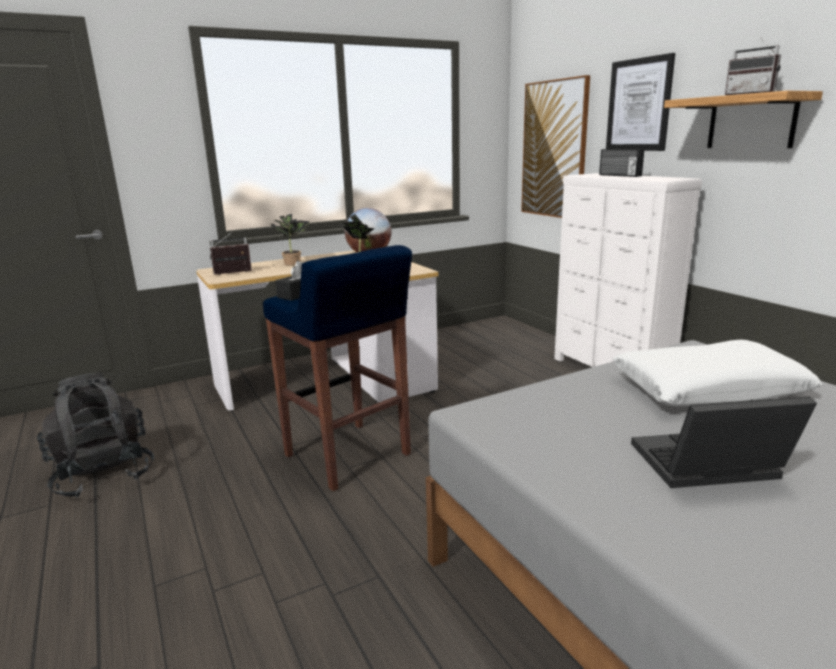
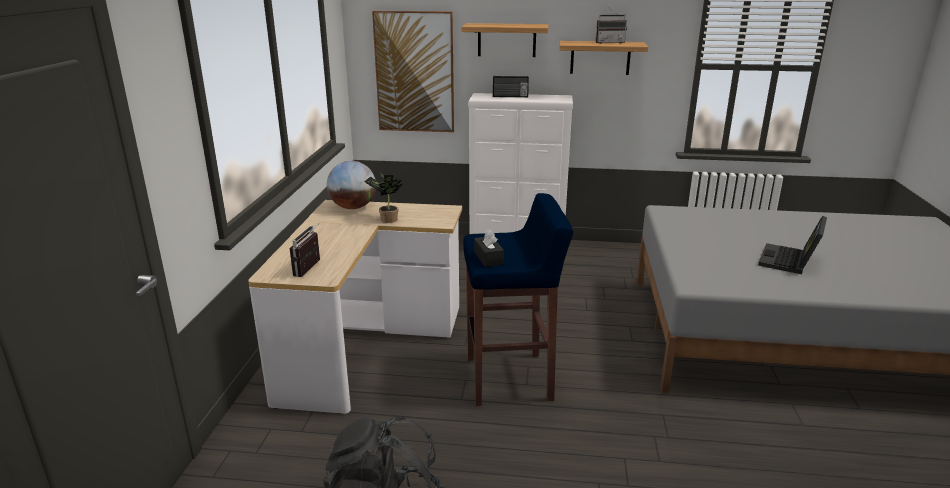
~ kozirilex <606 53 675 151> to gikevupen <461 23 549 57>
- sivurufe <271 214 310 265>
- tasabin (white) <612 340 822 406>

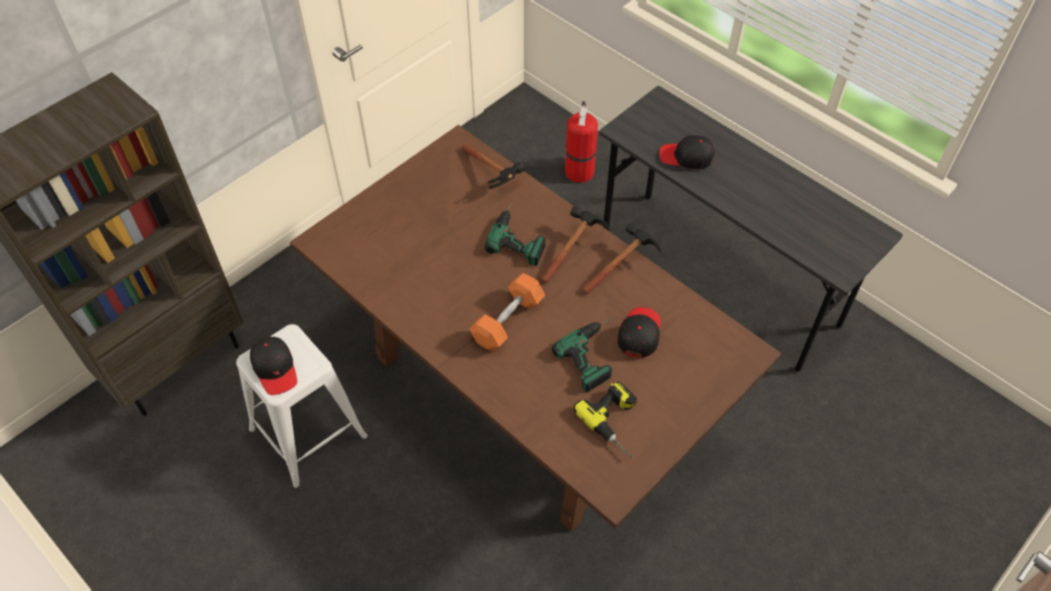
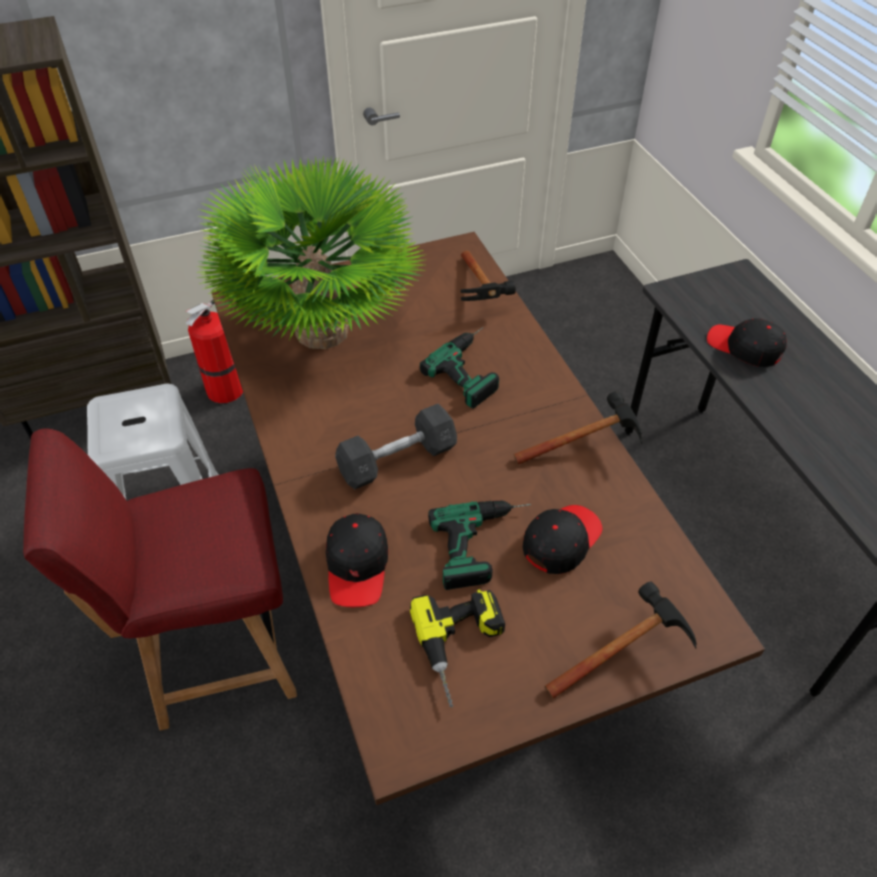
+ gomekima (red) <23 429 297 731>
~ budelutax <565 101 598 183> to <186 300 243 403>
+ sivurufe <195 155 423 349>
~ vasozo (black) <250 337 297 395> to <326 513 388 607>
~ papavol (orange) <470 273 545 351> to papavol (grey) <335 404 457 489>
~ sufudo <541 206 610 283> to <545 581 697 699>

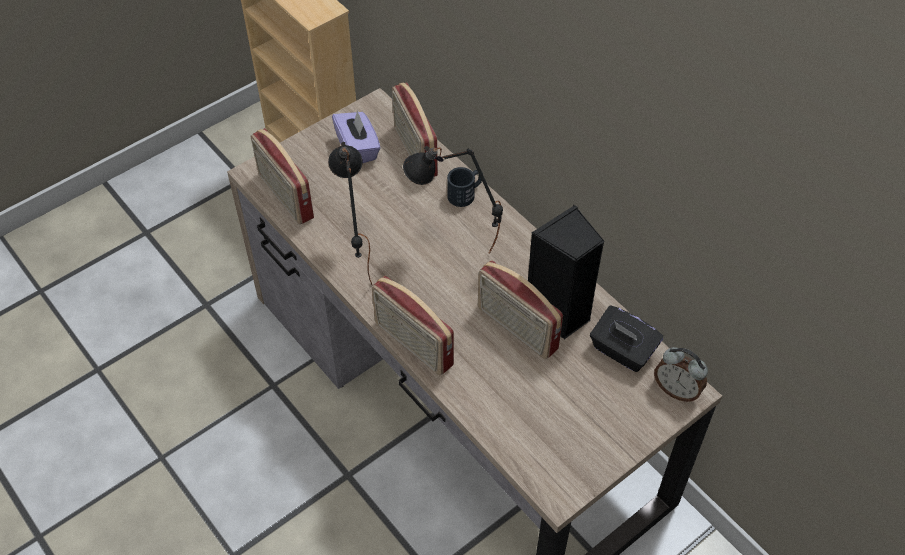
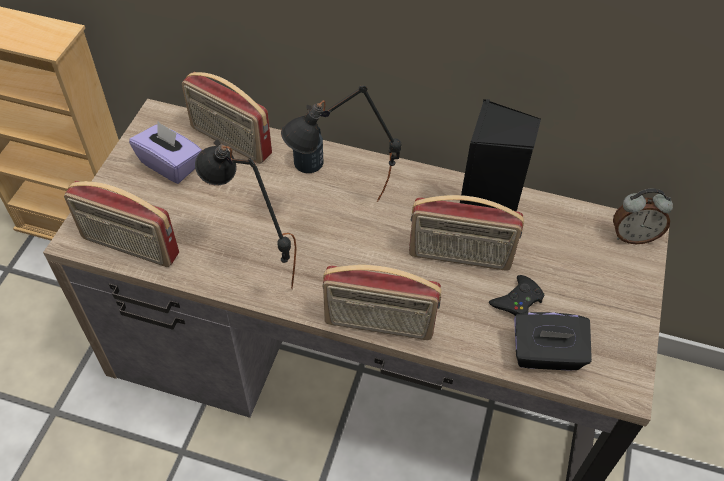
+ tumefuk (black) <489 275 544 316>
~ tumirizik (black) <590 306 663 372> to <514 312 592 371>

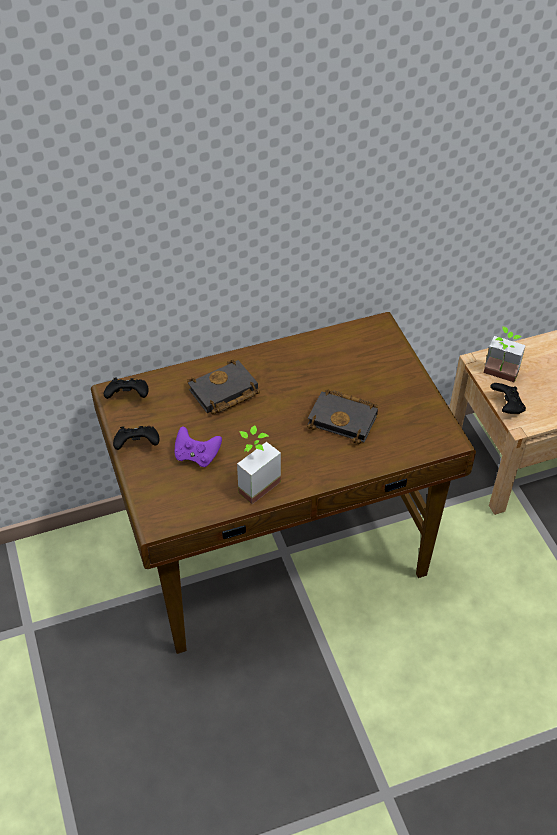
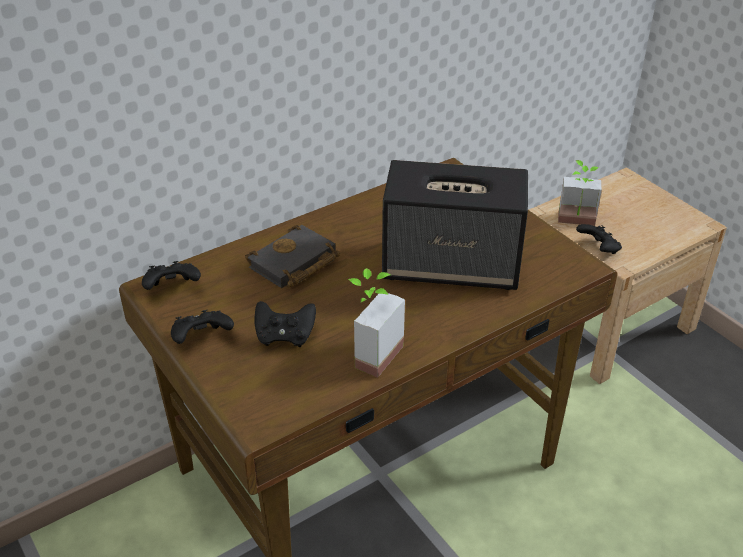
~ tumefuk (purple) <175 427 222 467> to tumefuk (black) <254 301 316 347>
~ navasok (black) <307 389 378 444> to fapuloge <382 160 528 290>

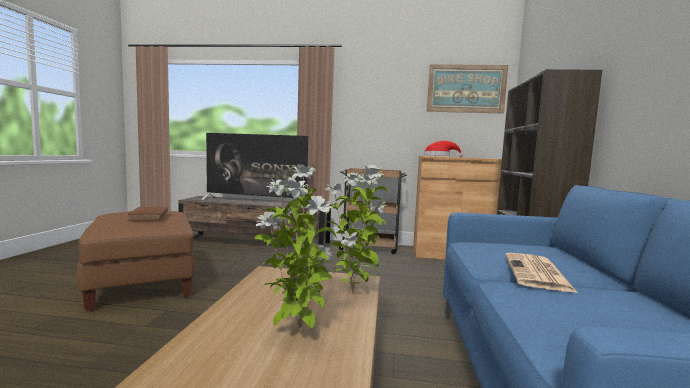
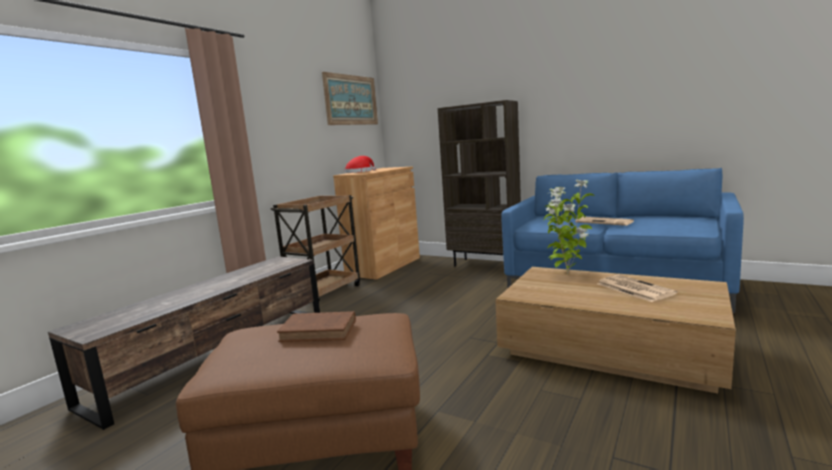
~ sivurufe <255 164 336 333> to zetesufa <597 275 677 302>
- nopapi <201 133 310 207>

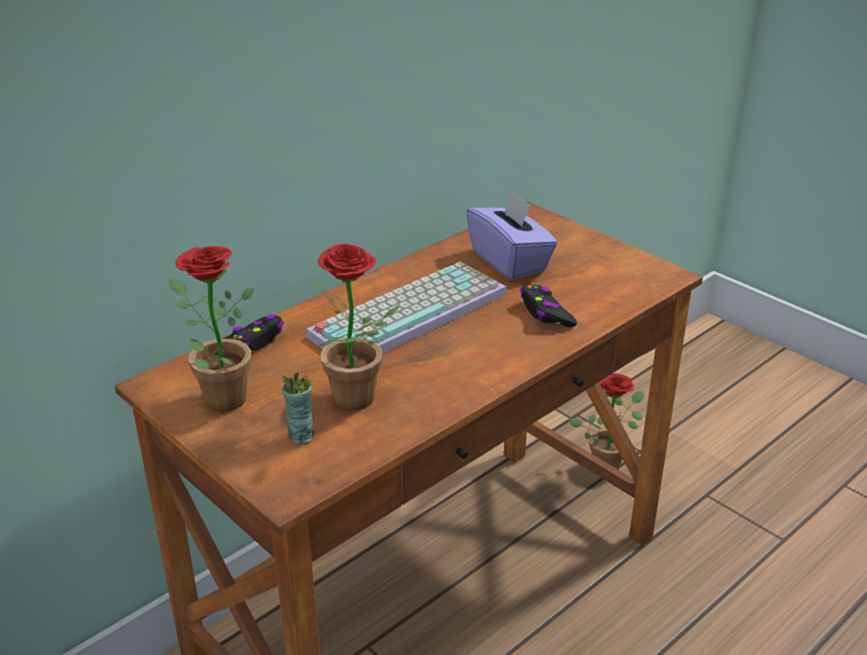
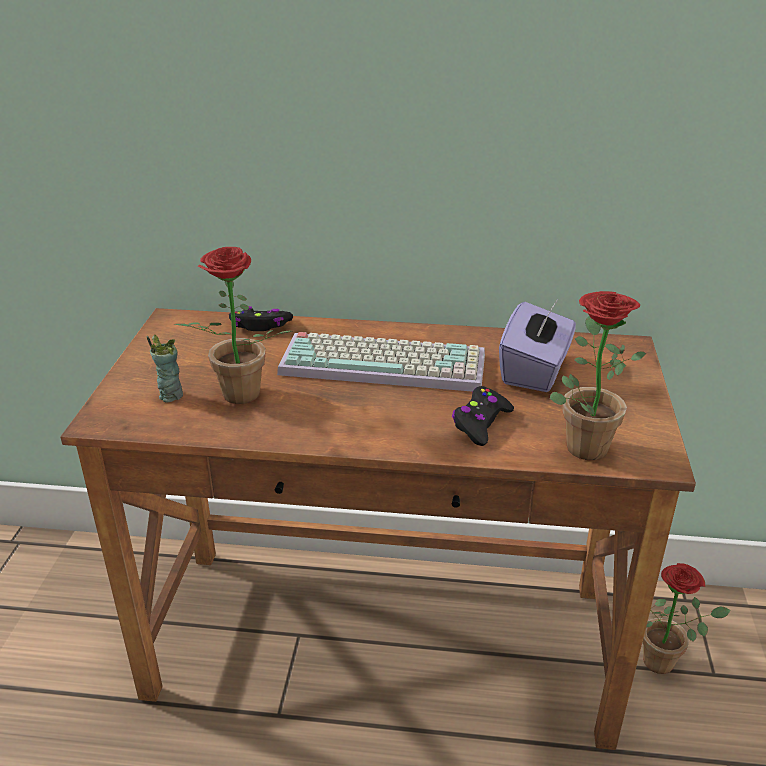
~ sivurufe <169 246 254 412> to <550 291 646 460>

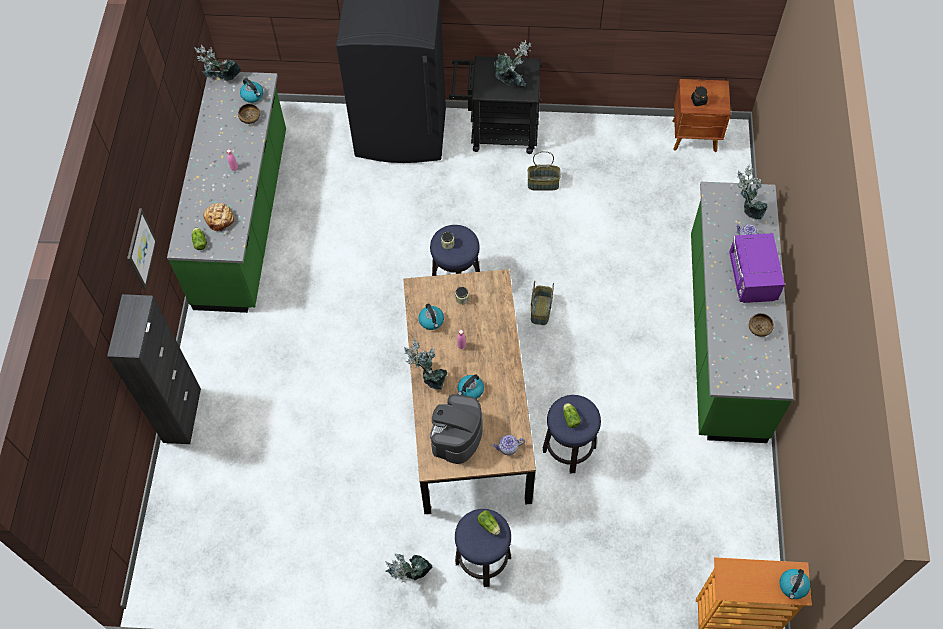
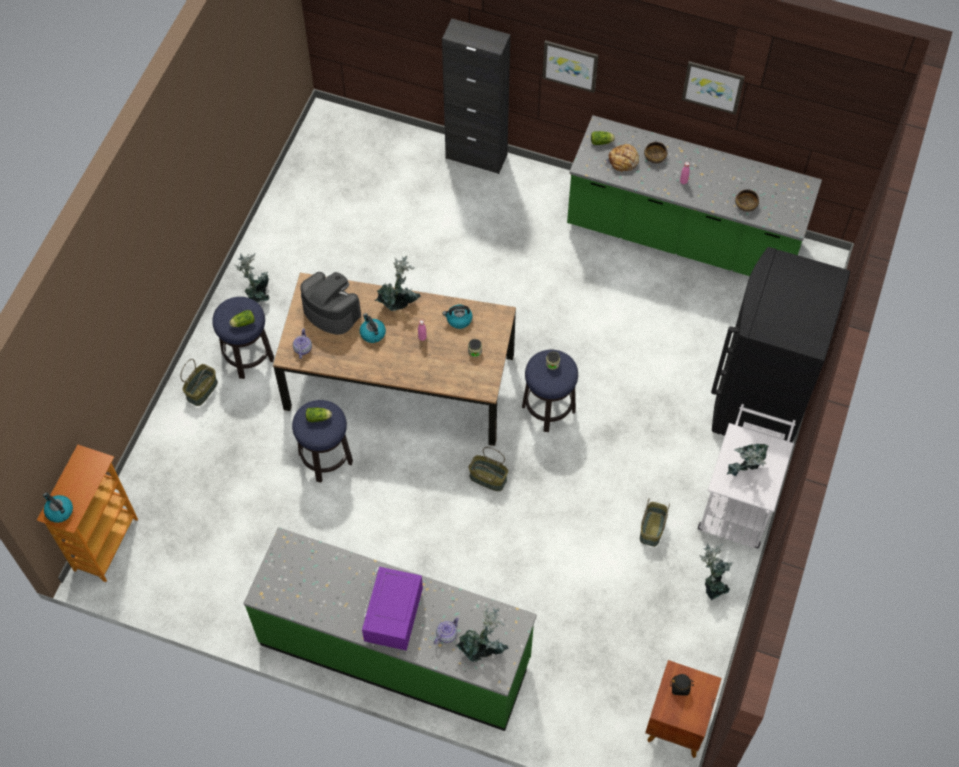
+ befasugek <180 359 218 406>
~ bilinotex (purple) <729 233 785 303> = <362 567 423 651> 90 degrees counterclockwise
~ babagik <749 313 774 337> to <644 142 667 163>
+ kozirilex <682 61 745 115>
~ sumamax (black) <449 56 542 154> to sumamax (white) <698 404 796 548>
~ sivurufe <194 45 241 81> to <699 544 732 600>
- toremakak <240 78 263 103>

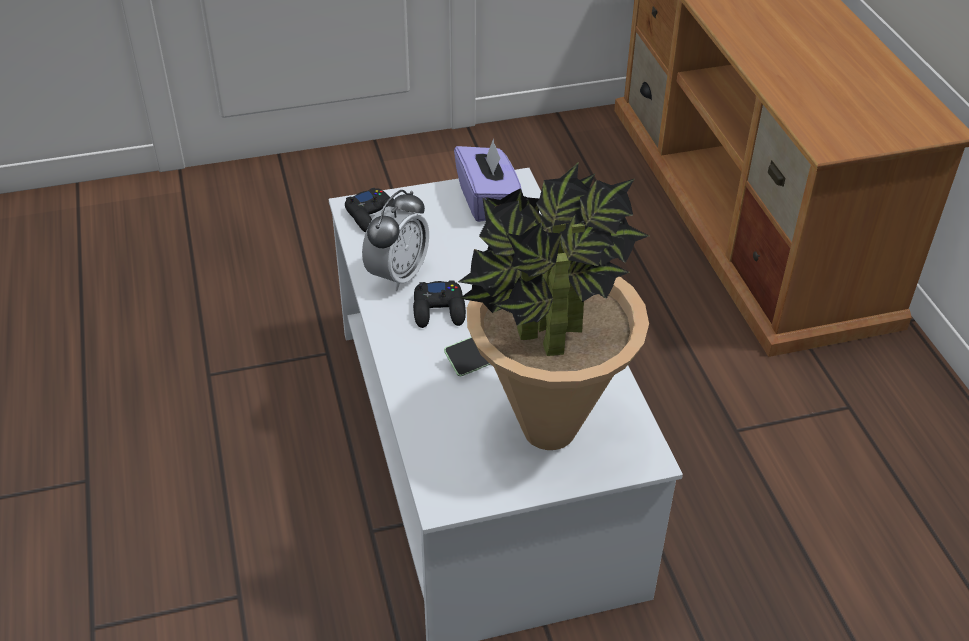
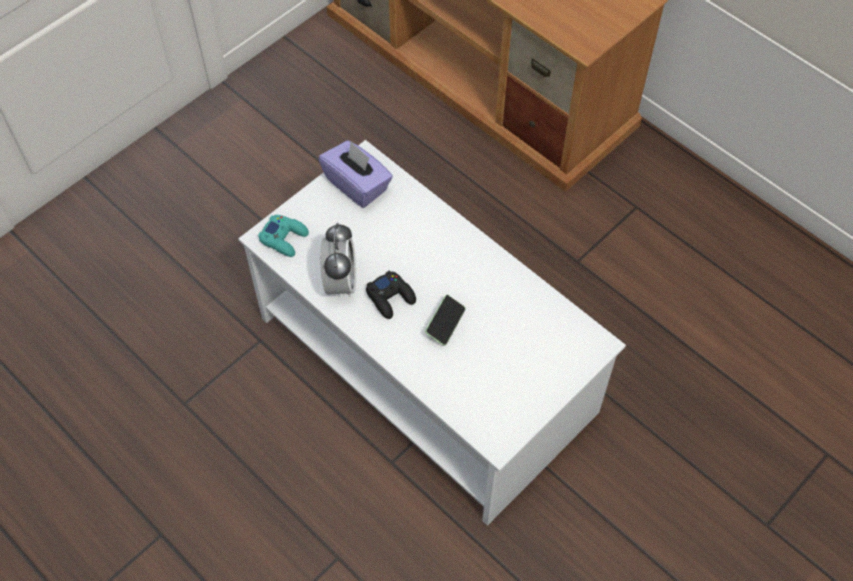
~ tumefuk (black) <345 188 394 233> to tumefuk (turquoise) <258 215 309 257>
- sivurufe <458 163 649 450>

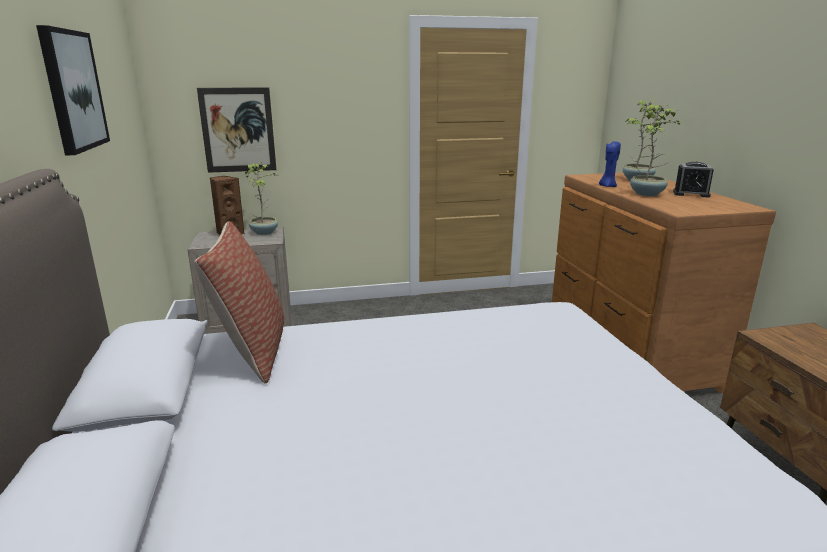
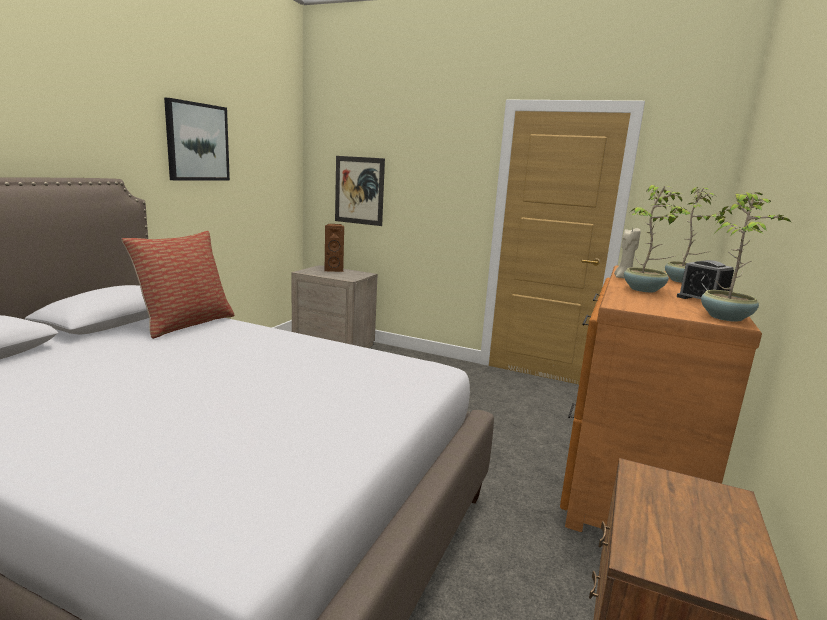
~ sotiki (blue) <599 141 621 187> to sotiki (beige) <614 228 641 279>
~ sivurufe <245 162 279 235> to <701 192 791 322>

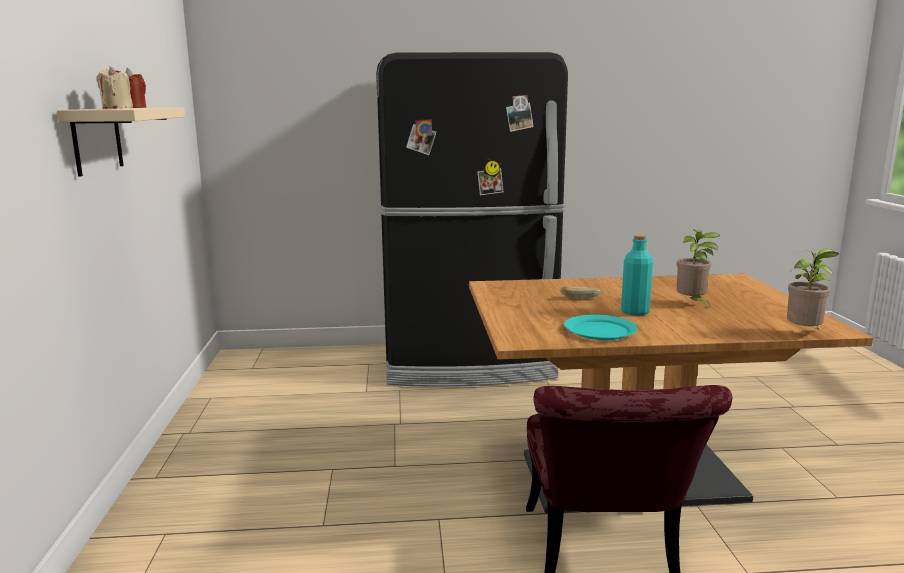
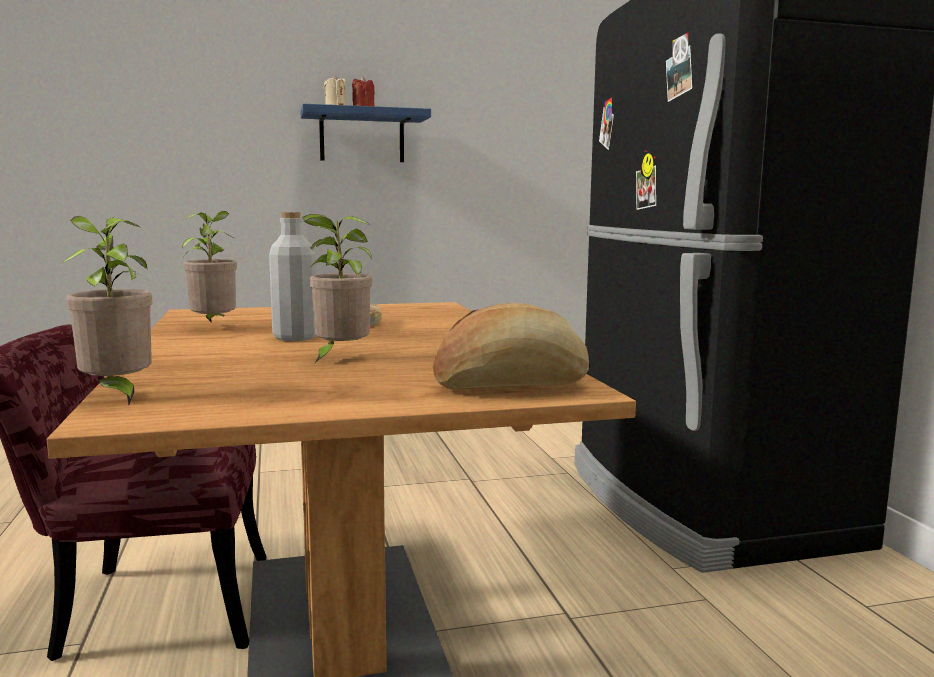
~ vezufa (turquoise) <564 315 638 340> to sivurufe <182 211 237 323>
~ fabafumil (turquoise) <621 235 653 316> to fabafumil (grey) <269 212 316 341>
~ gikevupen (beige) <57 107 185 177> to gikevupen (blue) <301 104 431 162>
+ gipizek <433 303 589 390>

